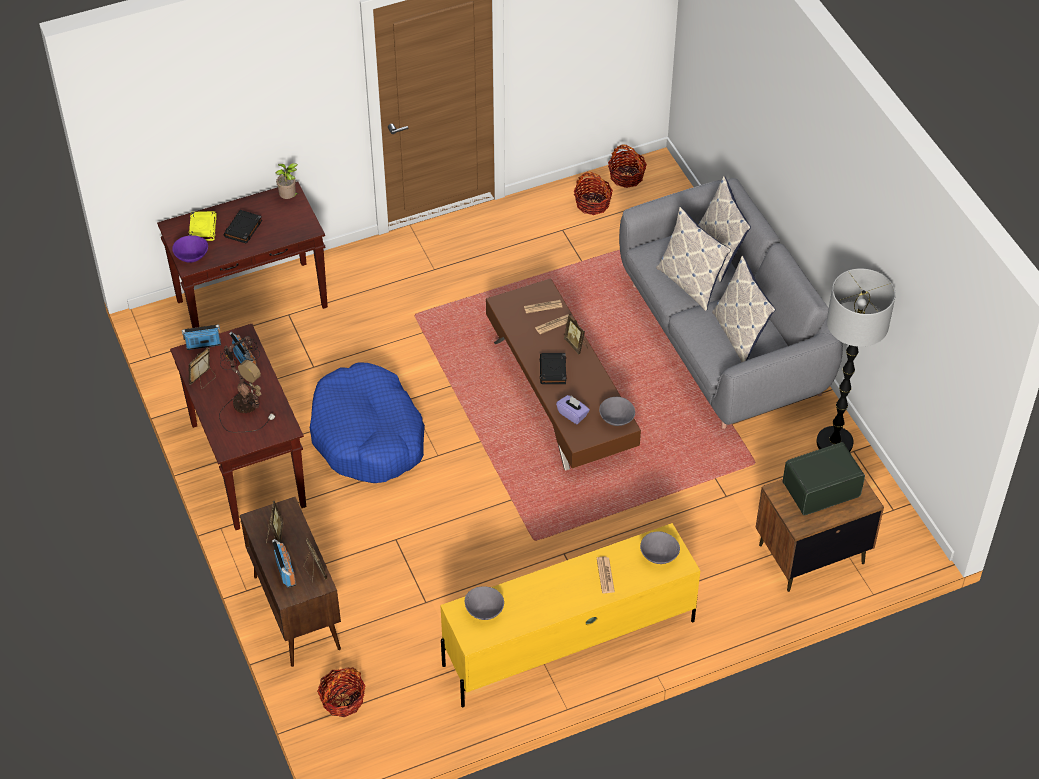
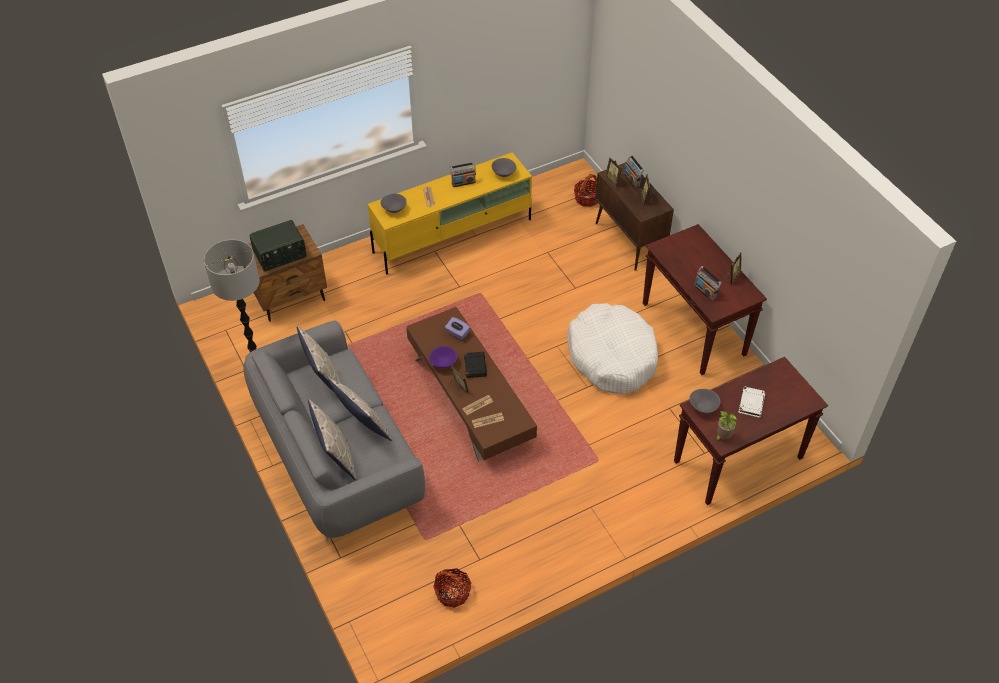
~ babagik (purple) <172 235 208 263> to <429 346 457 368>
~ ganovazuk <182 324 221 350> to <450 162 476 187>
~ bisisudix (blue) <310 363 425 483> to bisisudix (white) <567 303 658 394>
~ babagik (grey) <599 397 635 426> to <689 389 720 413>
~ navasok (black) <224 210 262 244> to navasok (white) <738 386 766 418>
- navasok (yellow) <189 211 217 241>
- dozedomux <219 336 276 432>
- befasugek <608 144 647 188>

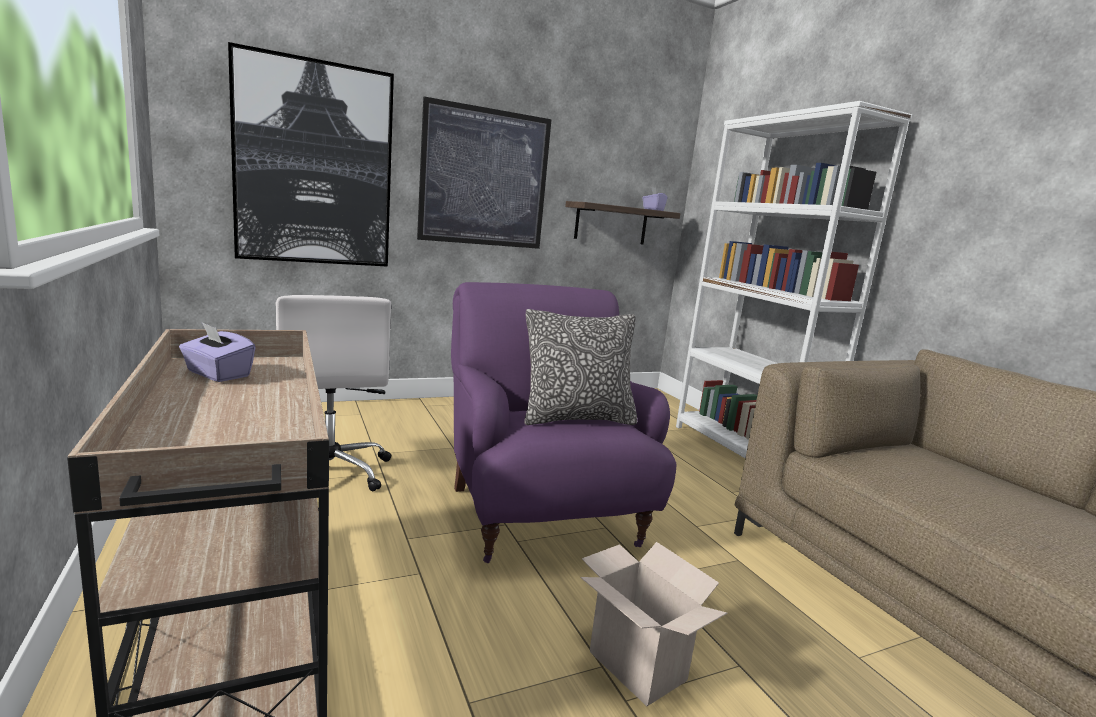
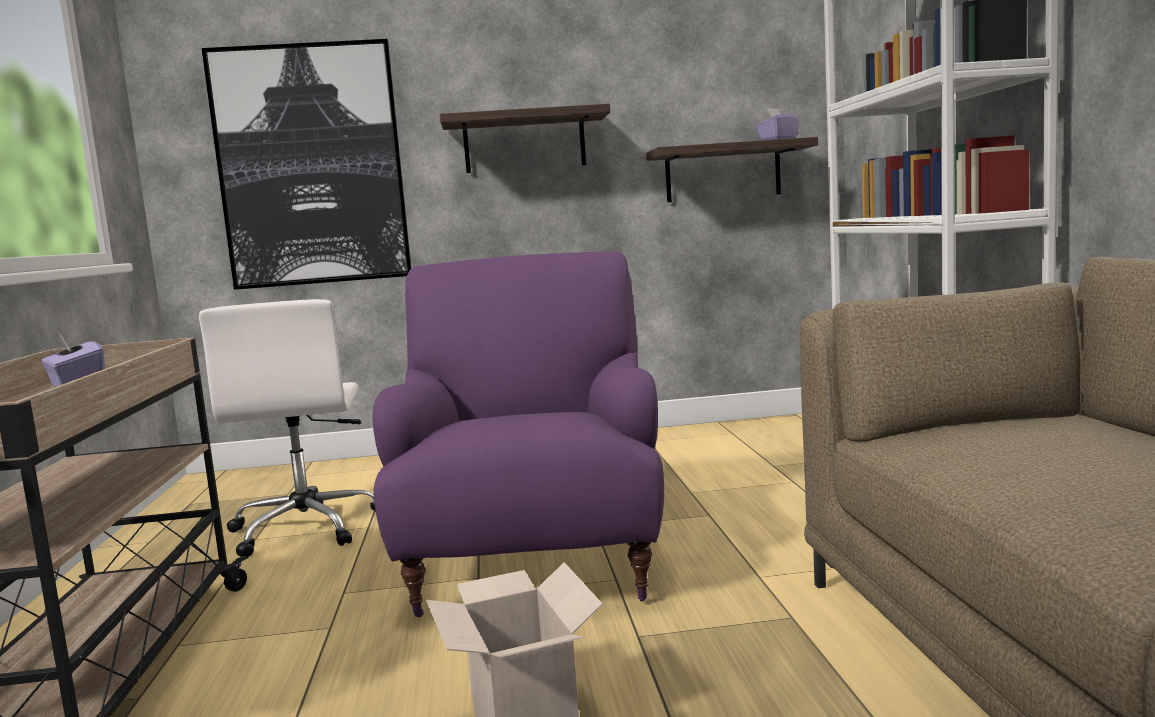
~ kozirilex <417 96 552 249> to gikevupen <440 104 610 173>
- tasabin <524 309 638 425>

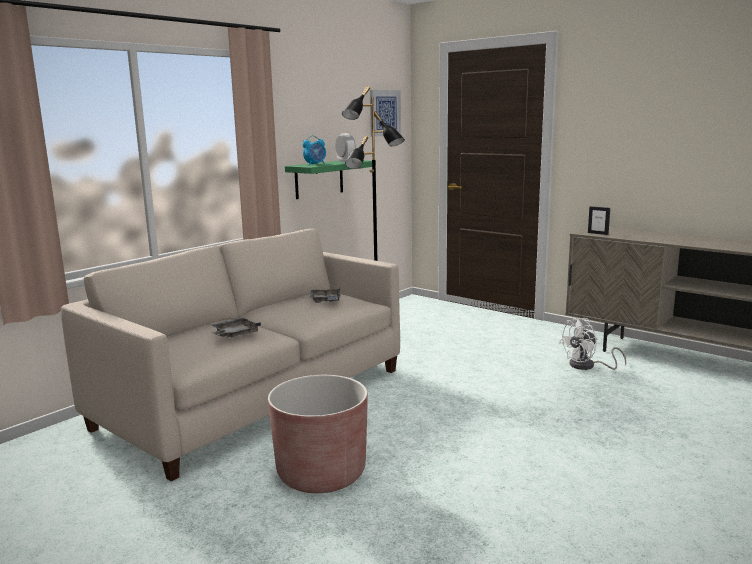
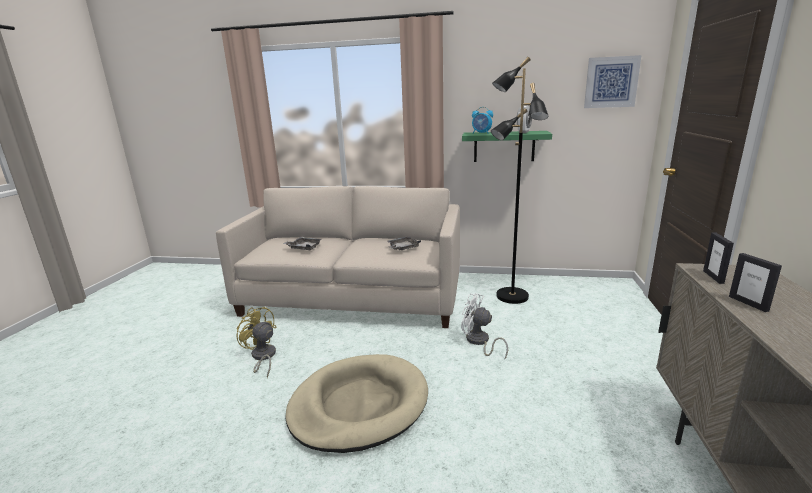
~ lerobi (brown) <268 375 368 493> to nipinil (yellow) <236 307 277 378>
+ bisisudix (beige) <286 354 428 453>
~ nipinil (white) <559 318 626 370> to <461 293 508 359>
+ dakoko <729 253 782 312>

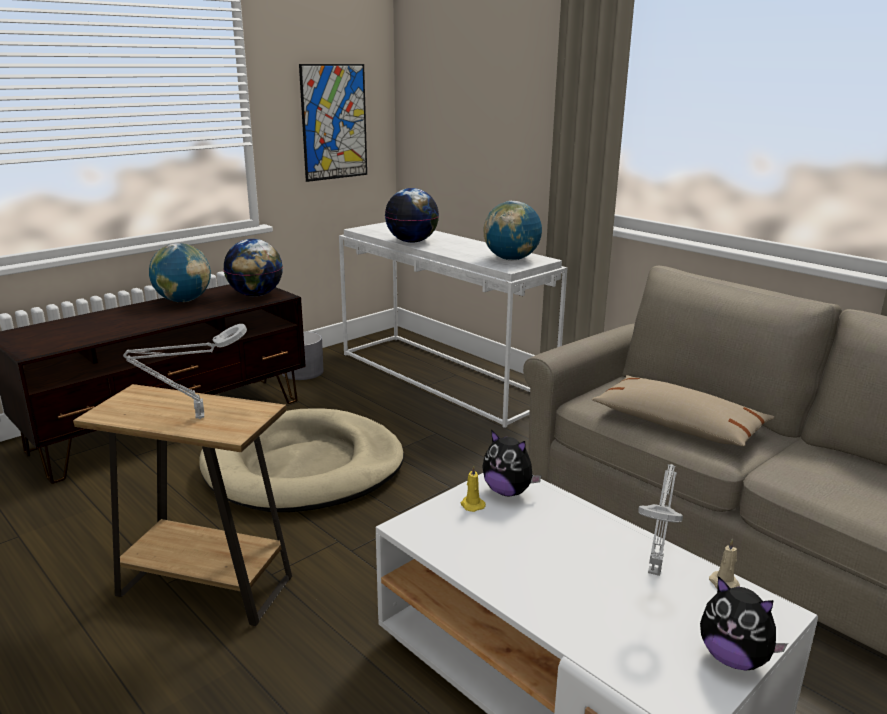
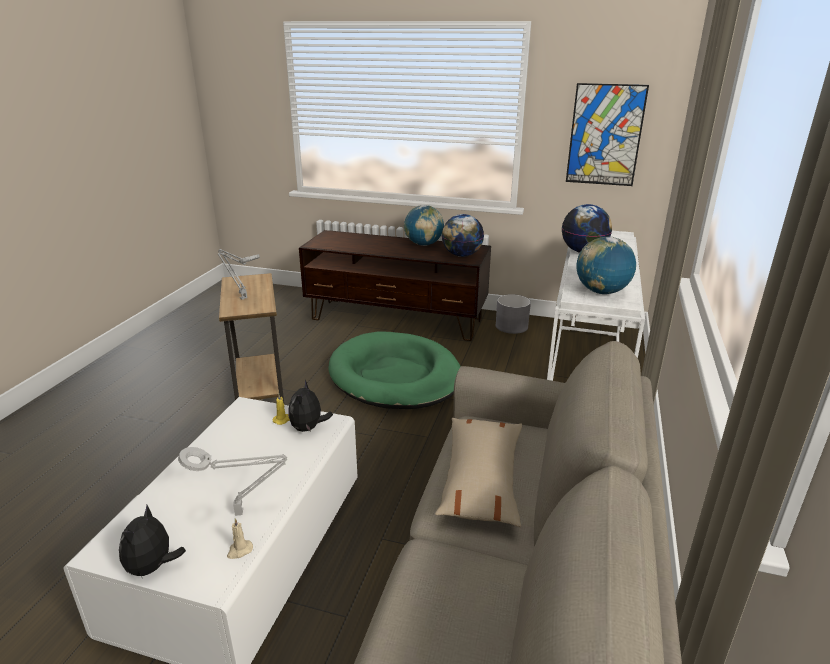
~ bisisudix (beige) <199 408 404 512> to bisisudix (green) <328 332 461 409>

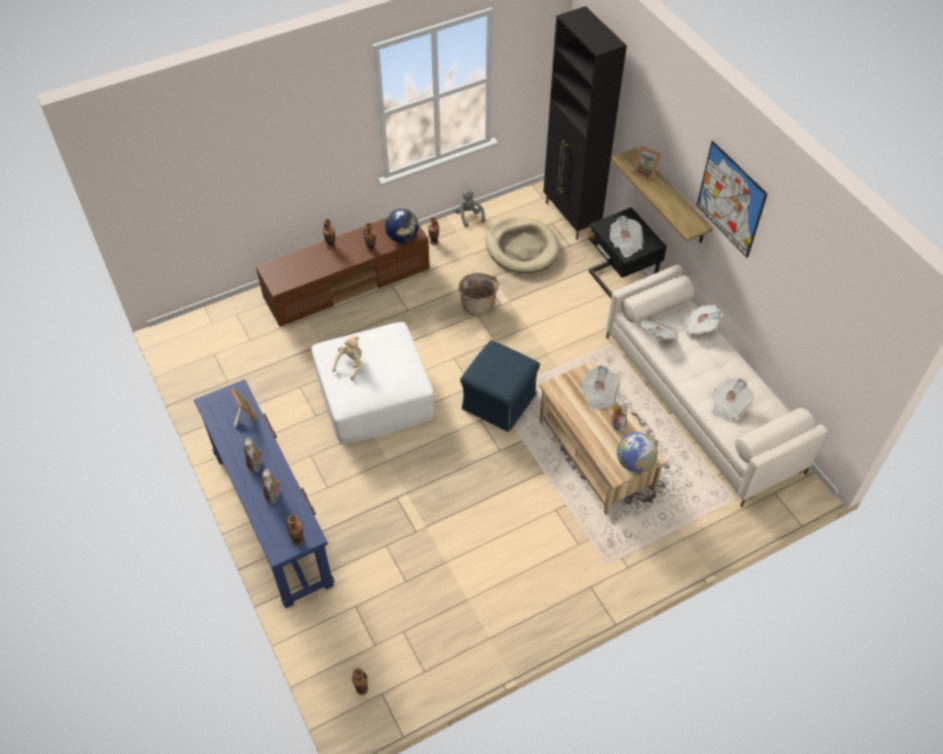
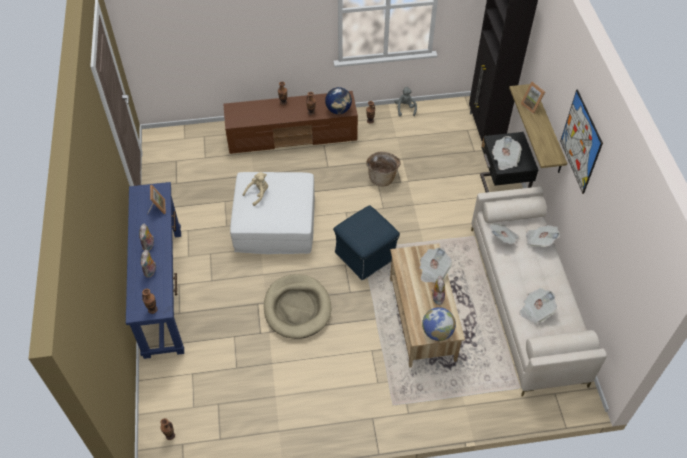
~ bisisudix (beige) <486 216 560 273> to <264 274 331 338>

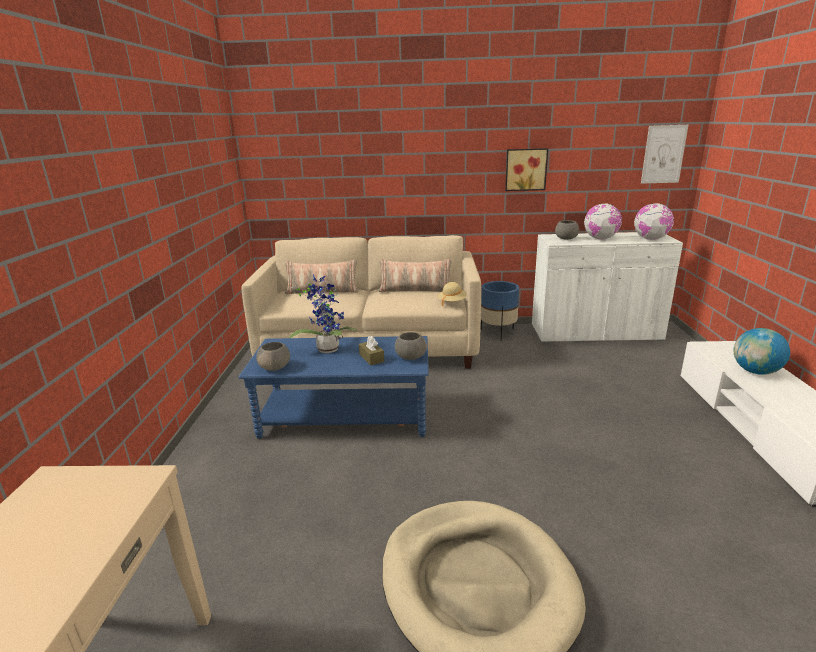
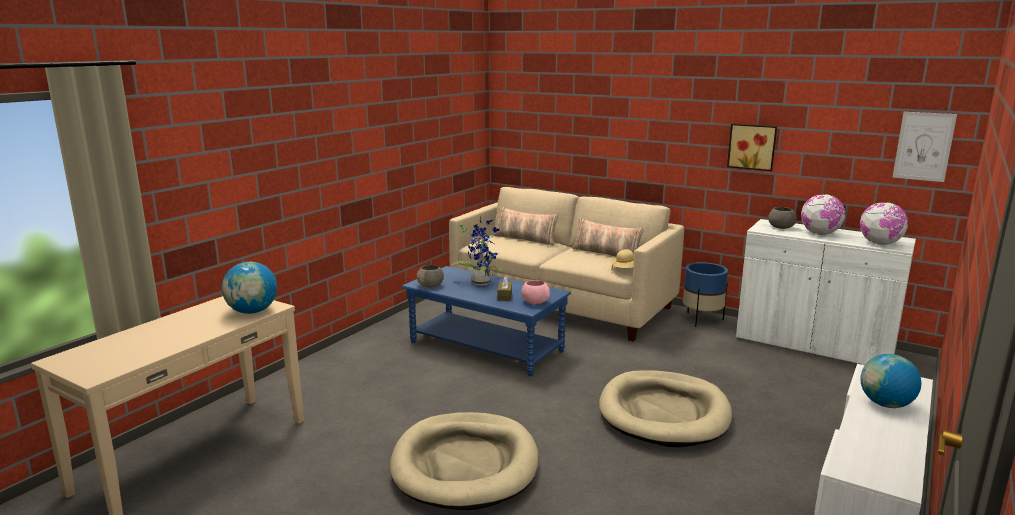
+ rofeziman <222 262 277 314>
~ babagik (grey) <395 332 427 360> to babagik (pink) <521 280 550 304>
+ bisisudix (beige) <599 370 732 447>

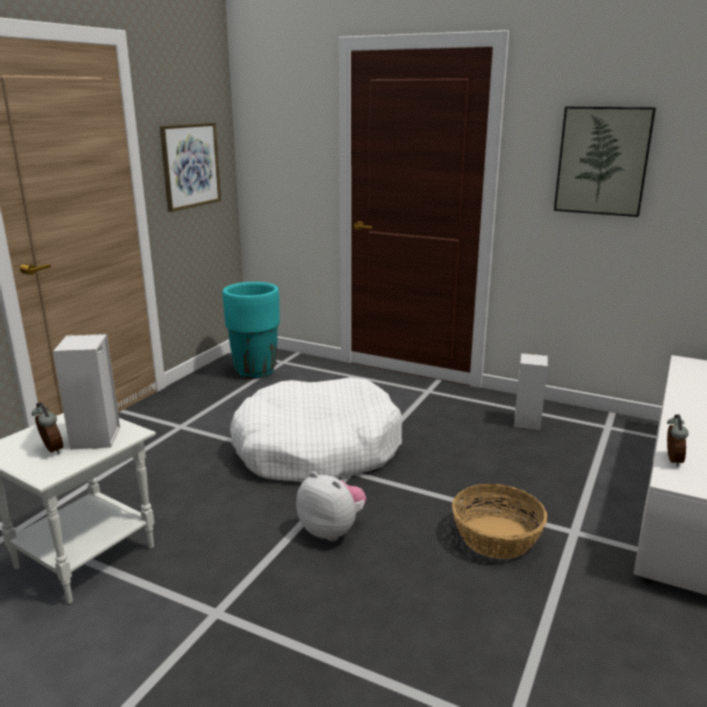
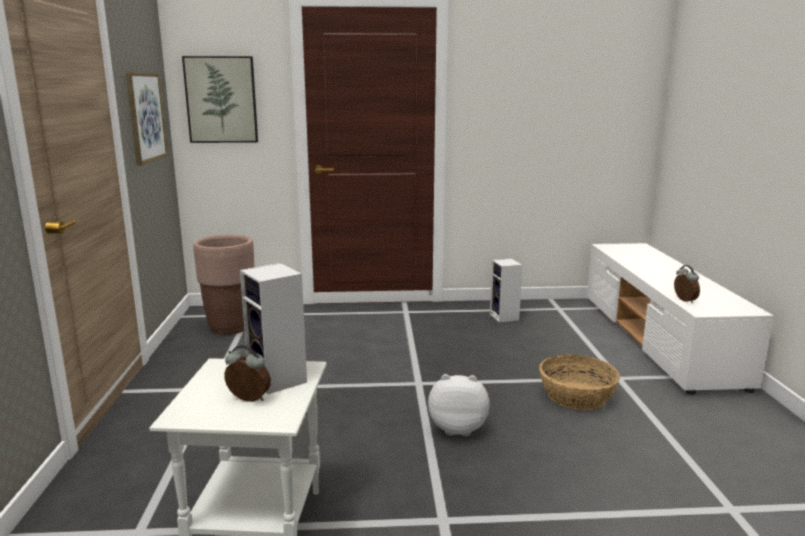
~ kozirilex <554 106 656 217> to <182 56 258 143>
~ lerobi (turquoise) <223 282 280 379> to lerobi (brown) <193 235 254 335>
- bisisudix (white) <230 377 403 483>

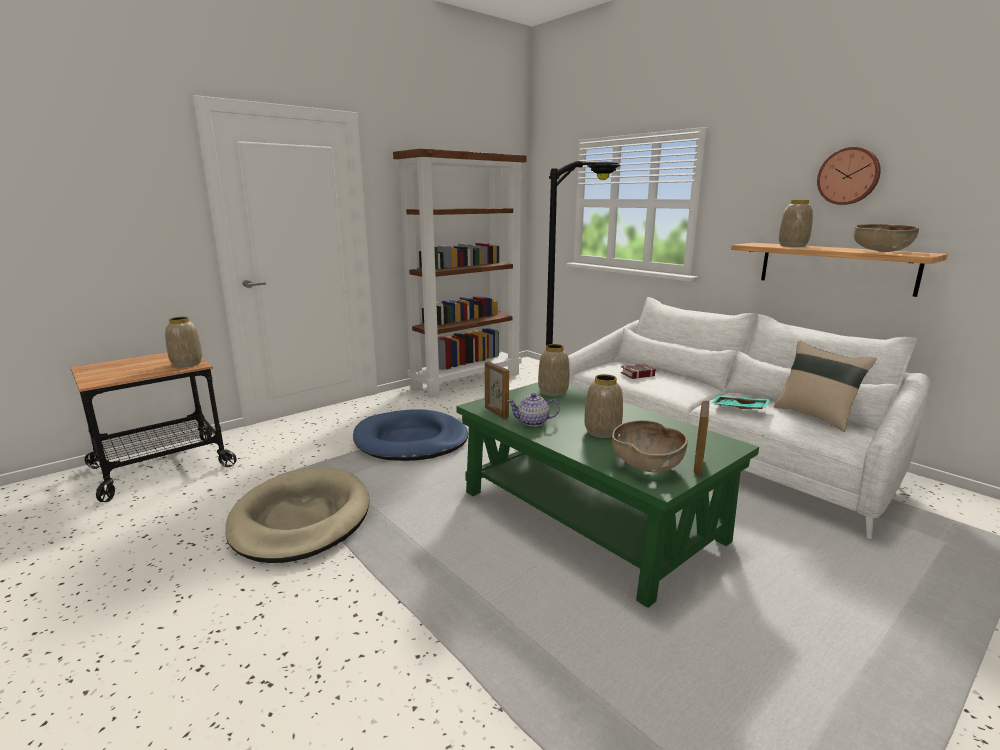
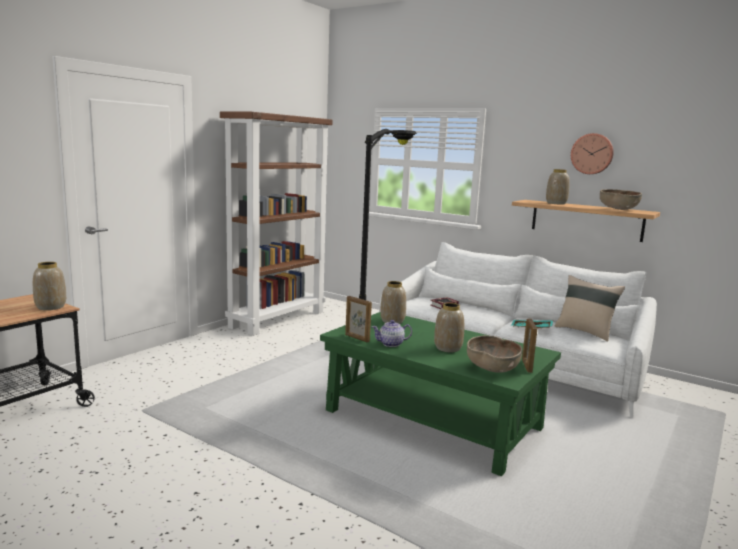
- bisisudix (beige) <225 468 370 563>
- bisisudix (blue) <353 409 468 461>

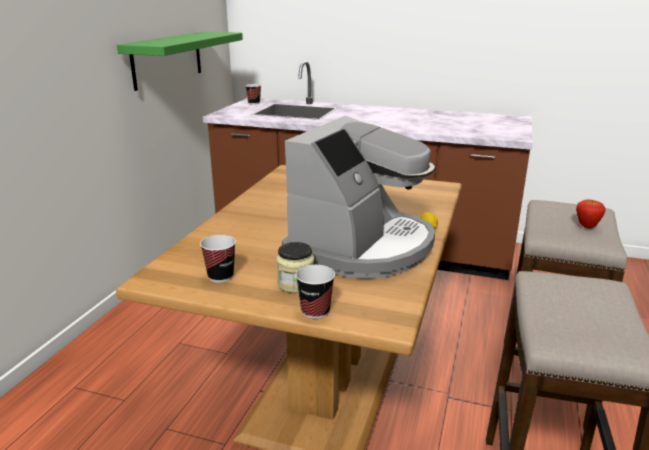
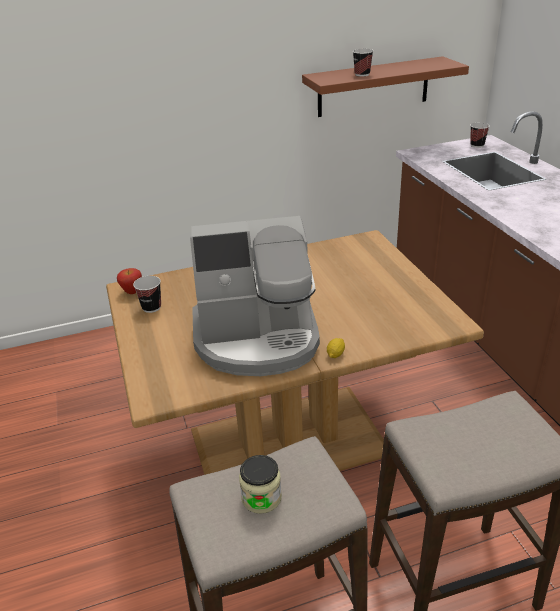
~ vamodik <576 199 606 228> to <117 268 142 294>
~ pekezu <277 242 314 293> to <239 455 282 514>
~ gikevupen (green) <117 32 243 91> to gikevupen (brown) <302 56 469 117>
~ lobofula <295 265 335 319> to <353 49 373 77>

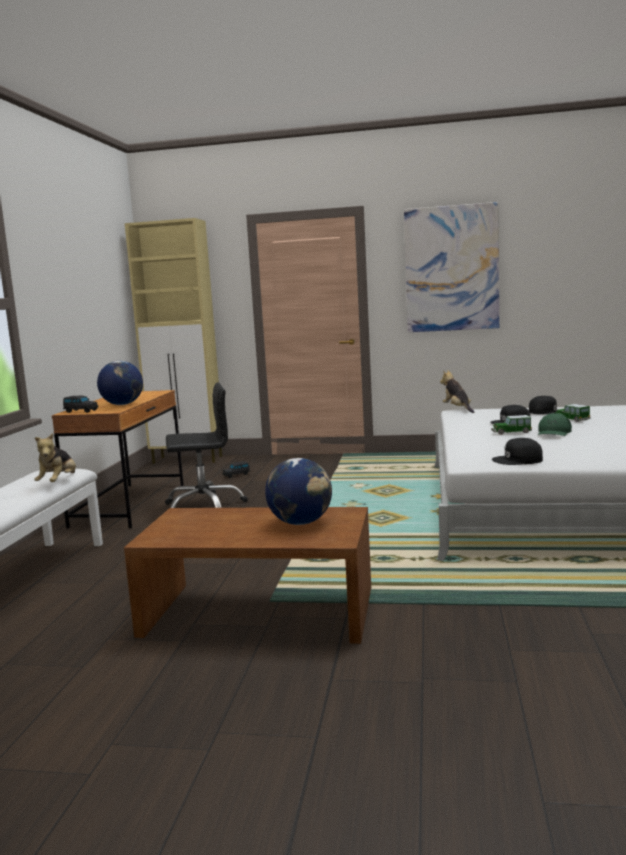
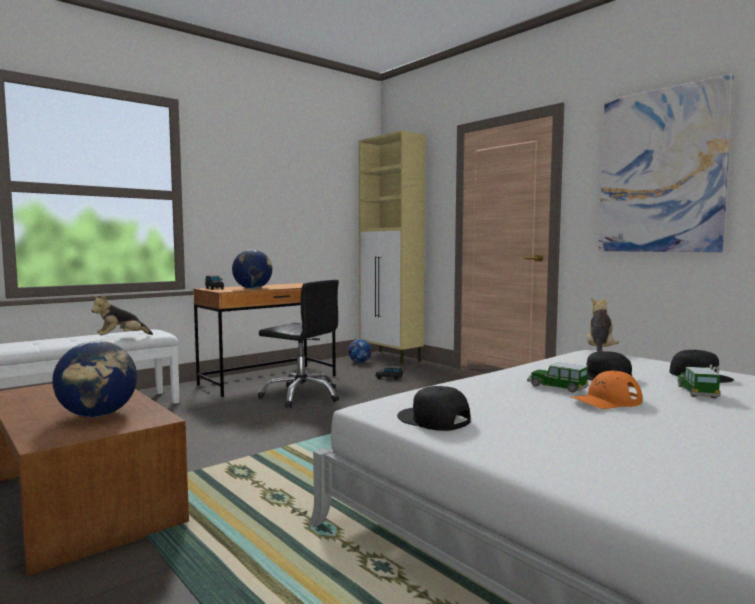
+ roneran <348 339 372 363>
~ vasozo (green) <538 413 572 436> to vasozo (orange) <571 371 643 409>

